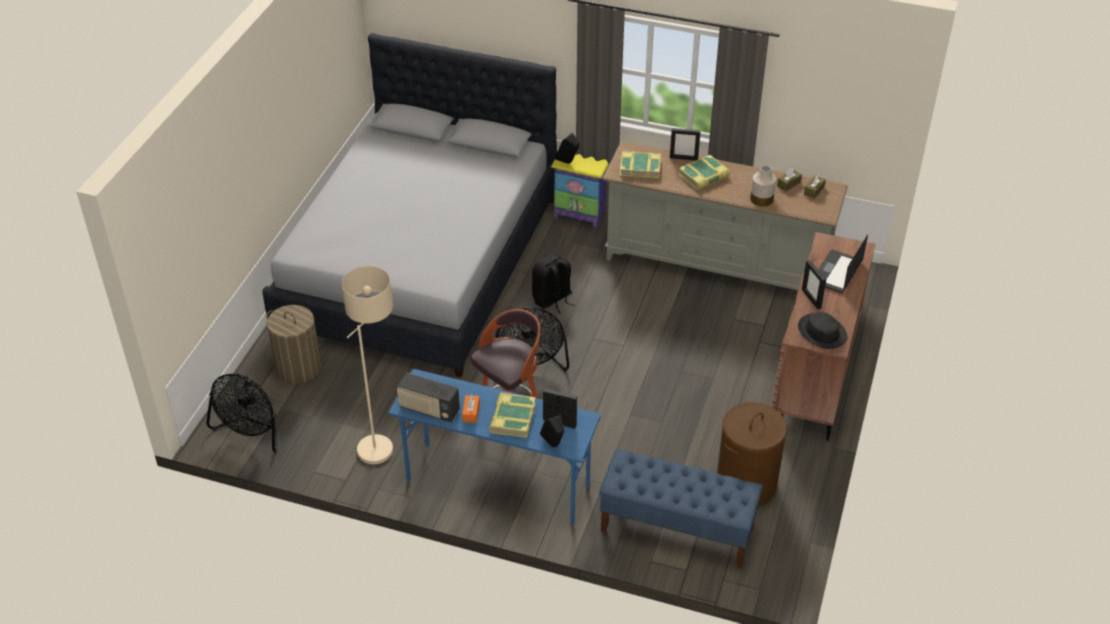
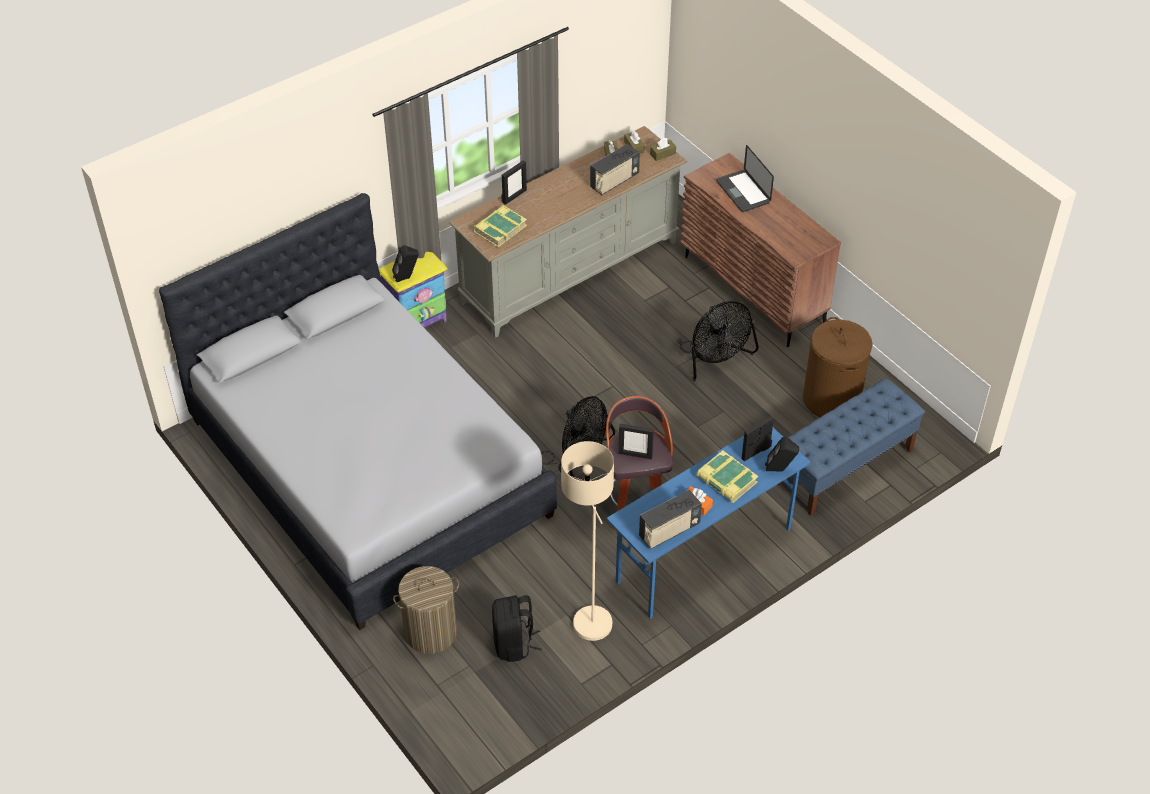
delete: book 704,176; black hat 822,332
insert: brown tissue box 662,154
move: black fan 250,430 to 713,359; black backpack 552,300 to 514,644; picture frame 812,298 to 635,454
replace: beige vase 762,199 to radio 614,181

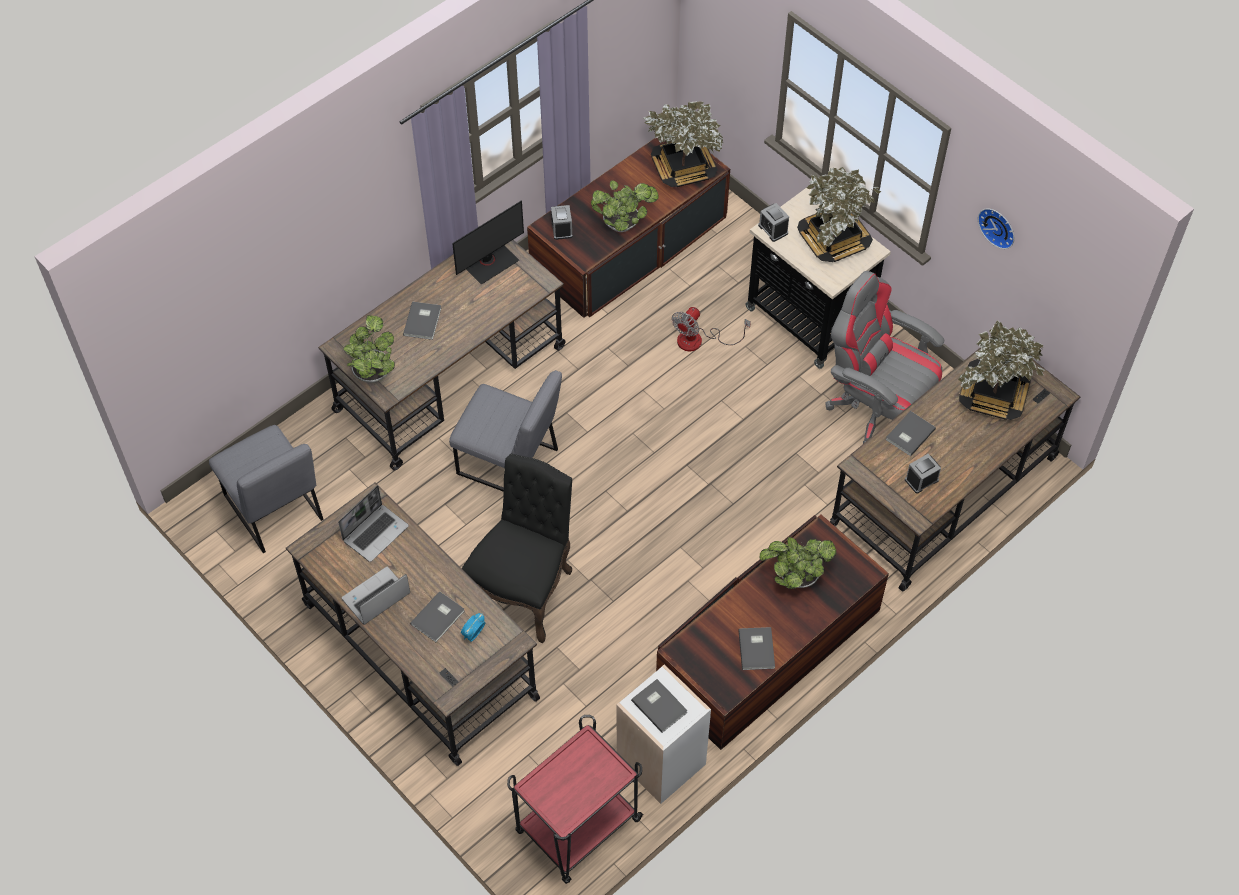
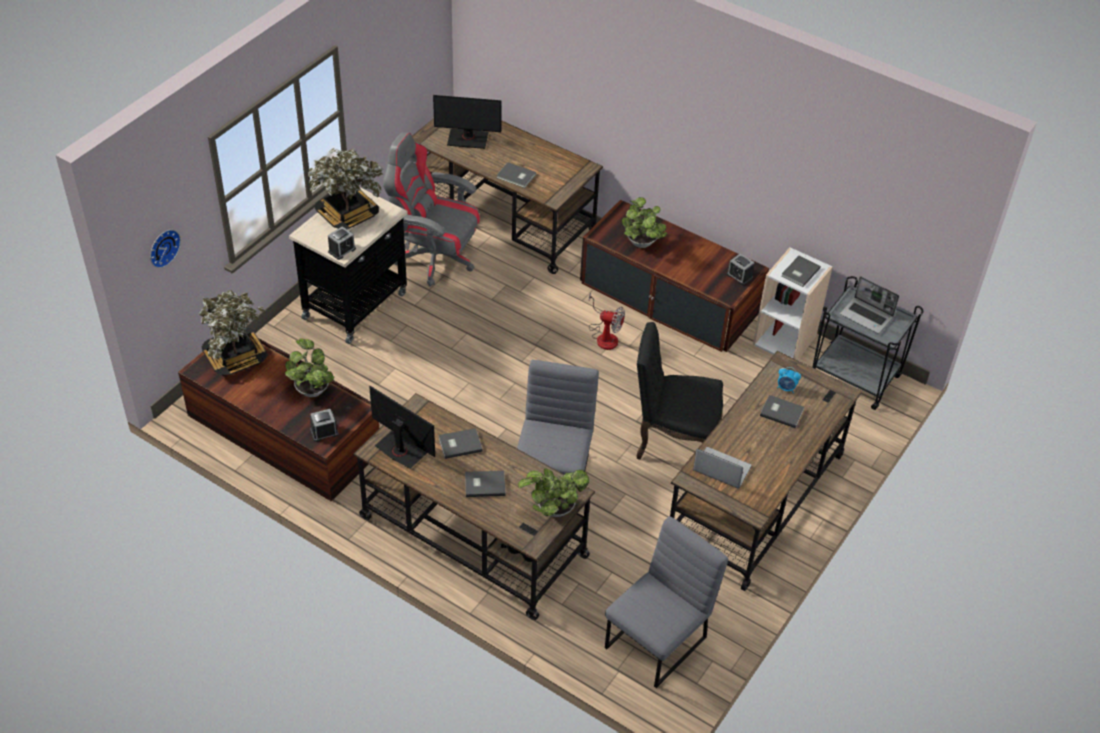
move: laptop 376,598 to 867,316; fan 699,340 to 604,336; grey book 757,648 to 459,444; alarm clock 921,480 to 739,276; wall clock 998,226 to 162,247
replace: potted plant 993,396 to monitor 468,139
recolor: red cart 577,827 to grey cart 855,378
rotate: grey office chair 877,408 = 435,258 90 degrees clockwise

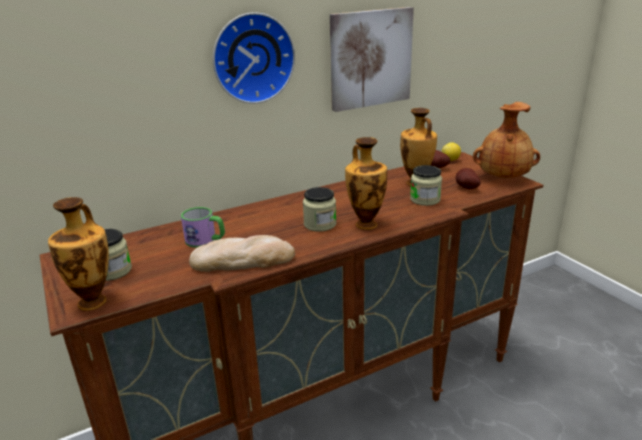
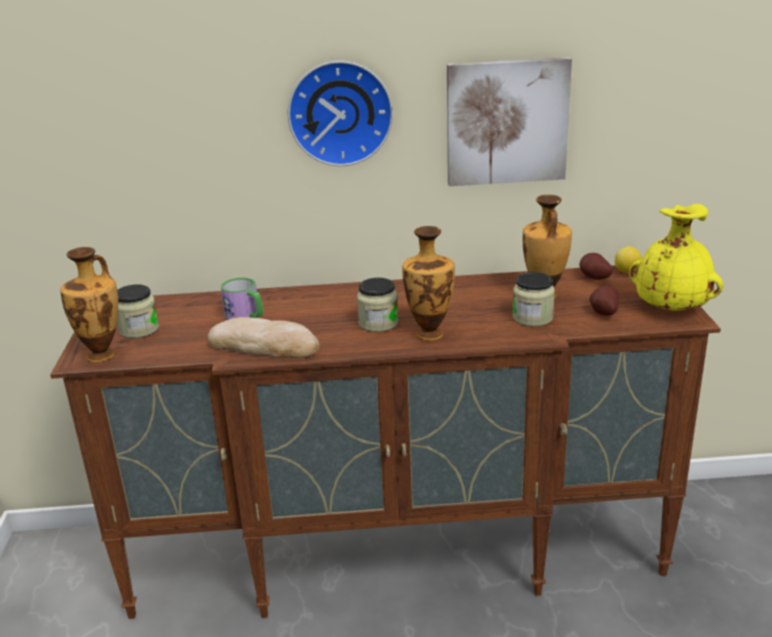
recolor: brown vase 502,177 to yellow vase 671,308

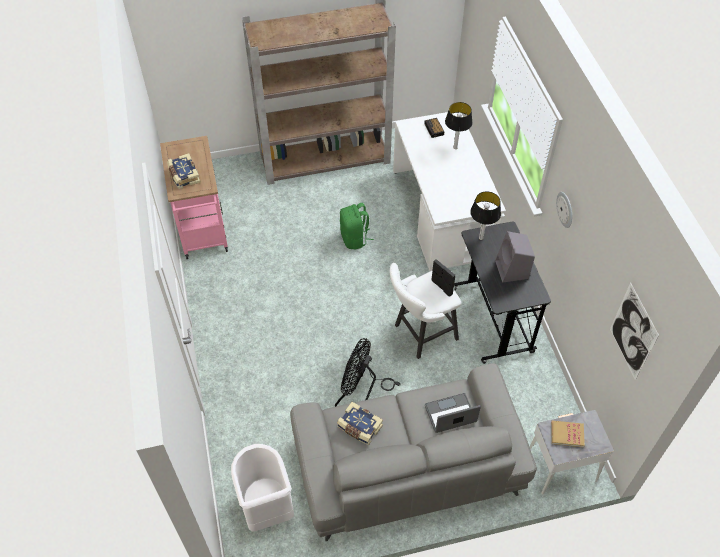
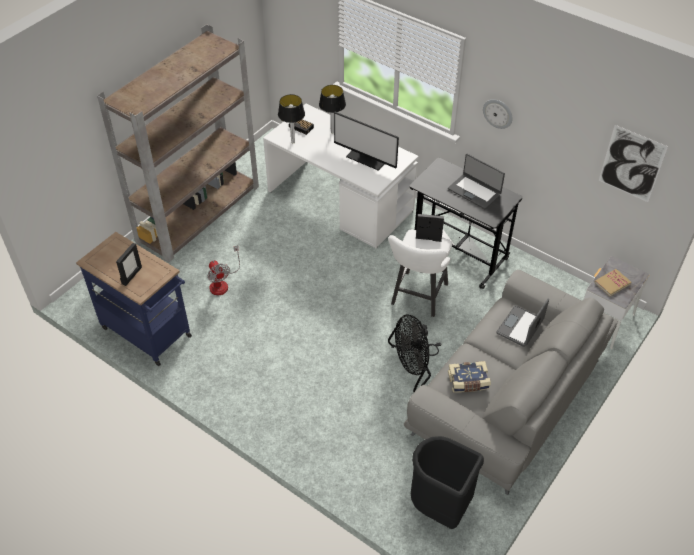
delete: green backpack 354,239
insert: fan 222,283; monitor 367,158
move: table lamp 481,238 to 293,142
replace: book 183,176 to picture frame 132,275; grey speaker 512,270 to laptop 474,191
recolor: pink cart 203,230 to blue cart 148,334; white trash can 266,508 to black trash can 440,507

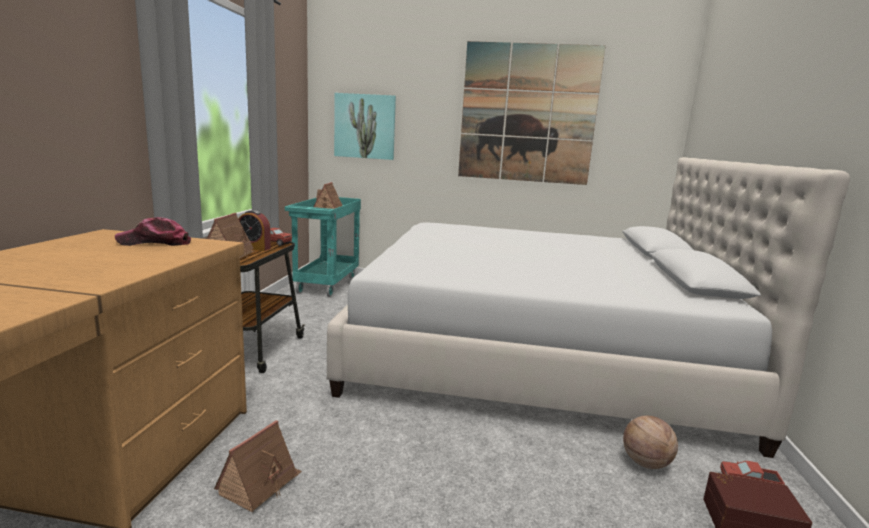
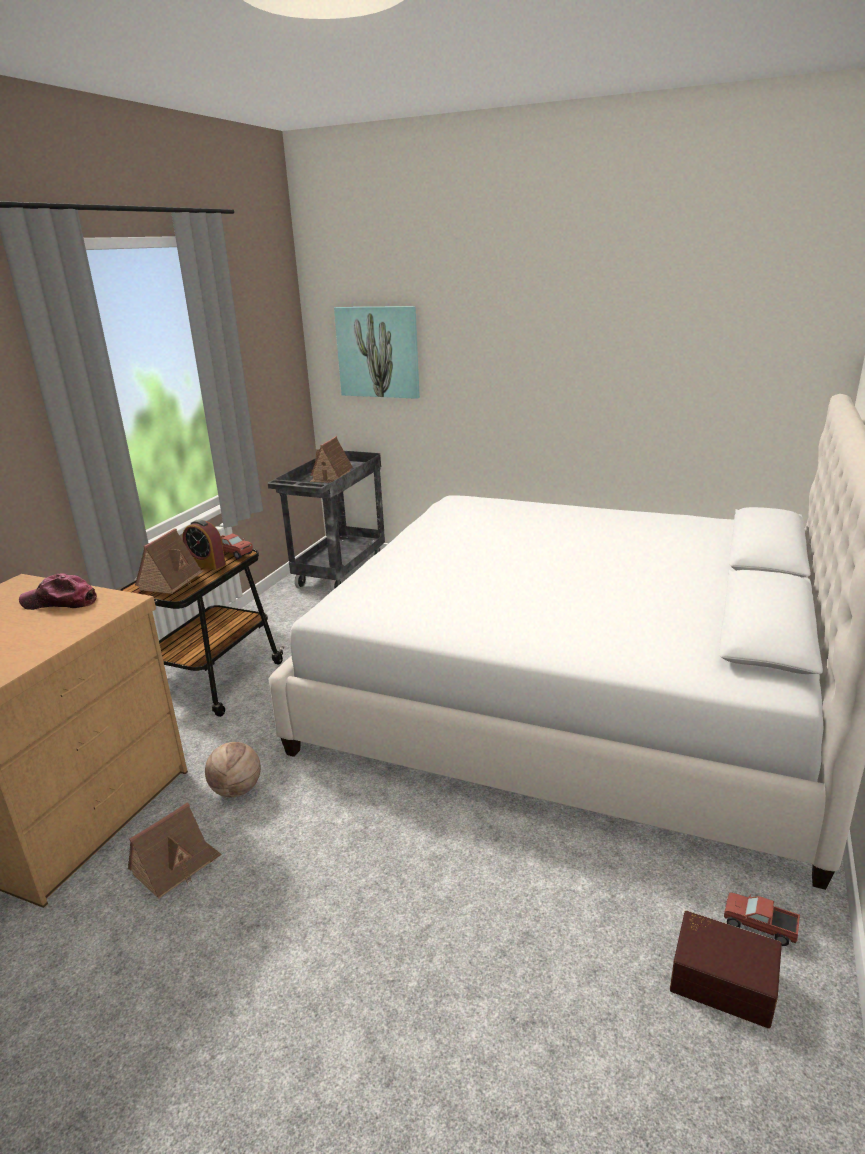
delete: picture 527,114
move: basketball 645,463 to 237,790
recolor: turquoise cart 326,286 to grey cart 338,574

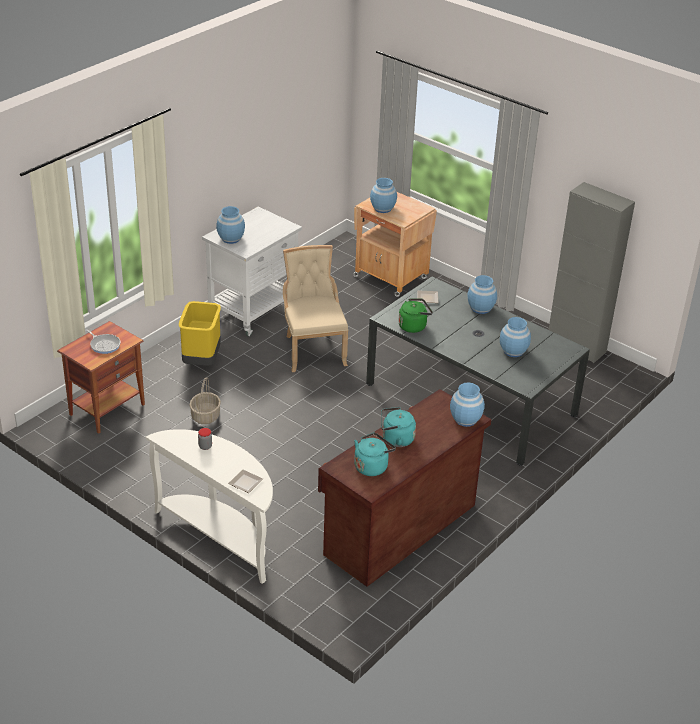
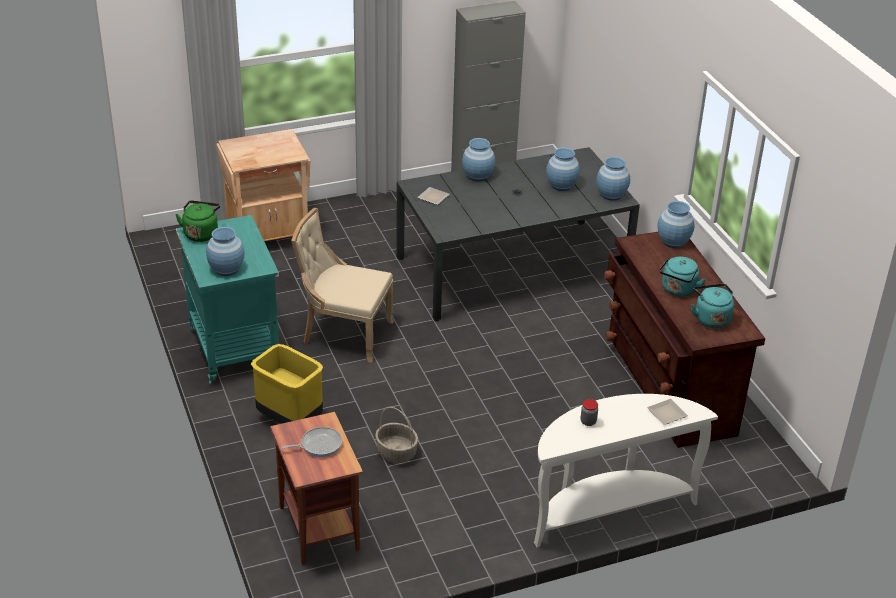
move: blue vase 382,208 to 611,194; green kettle 414,326 to 201,233
recolor: white cart 254,312 to turquoise cart 234,349

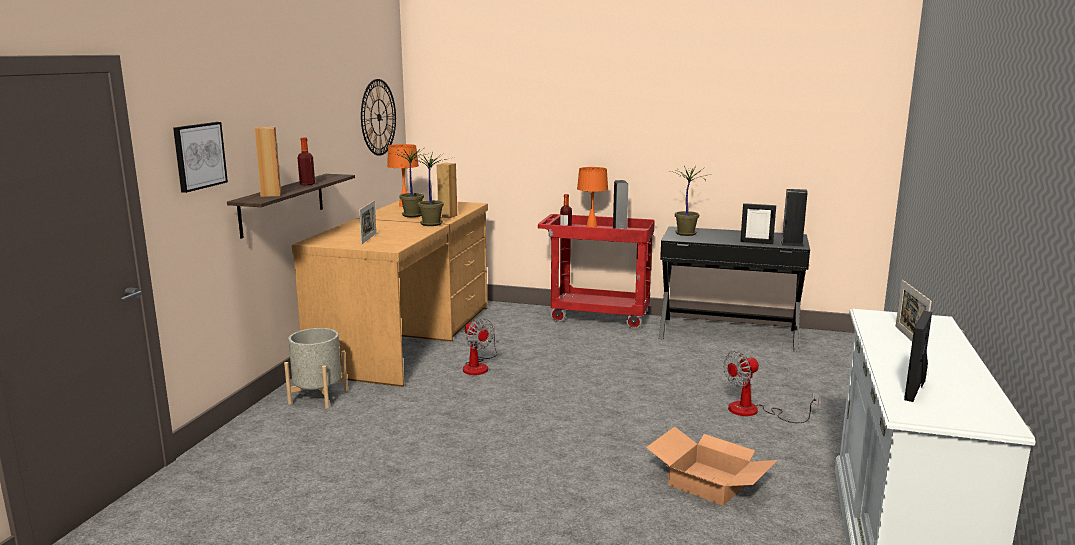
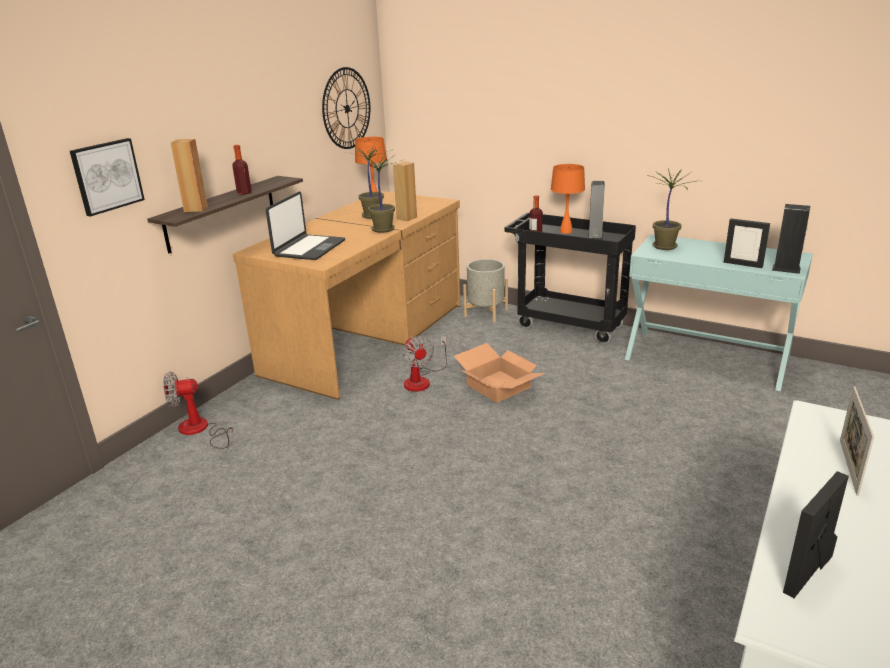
move: grey planter 318,397 to 486,313; cardboard box 710,482 to 499,386; fan 754,412 to 200,430
replace: picture frame 369,238 to laptop 309,248
recolor: red cart 595,319 to black cart 565,327; black desk 728,333 to turquoise desk 706,358

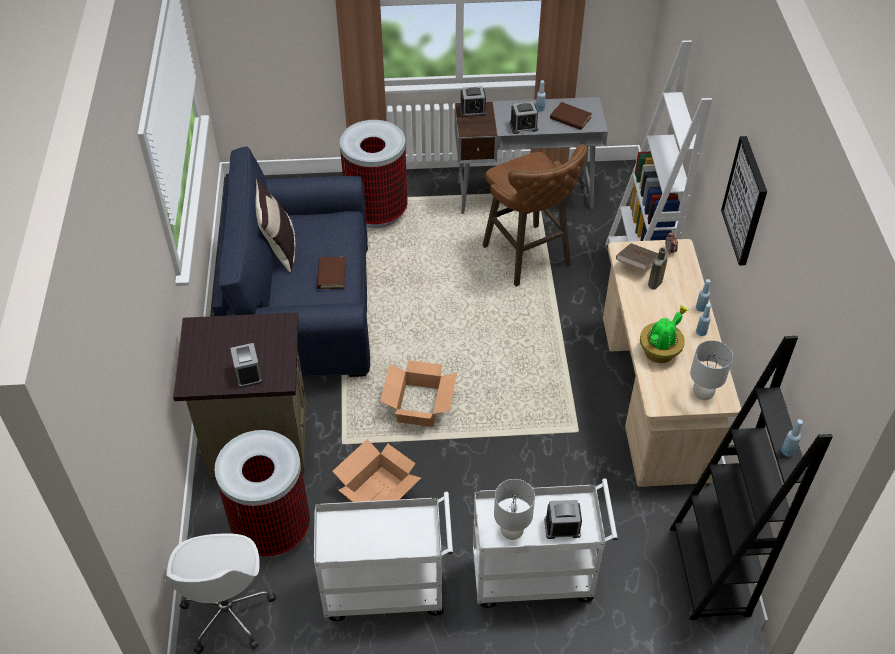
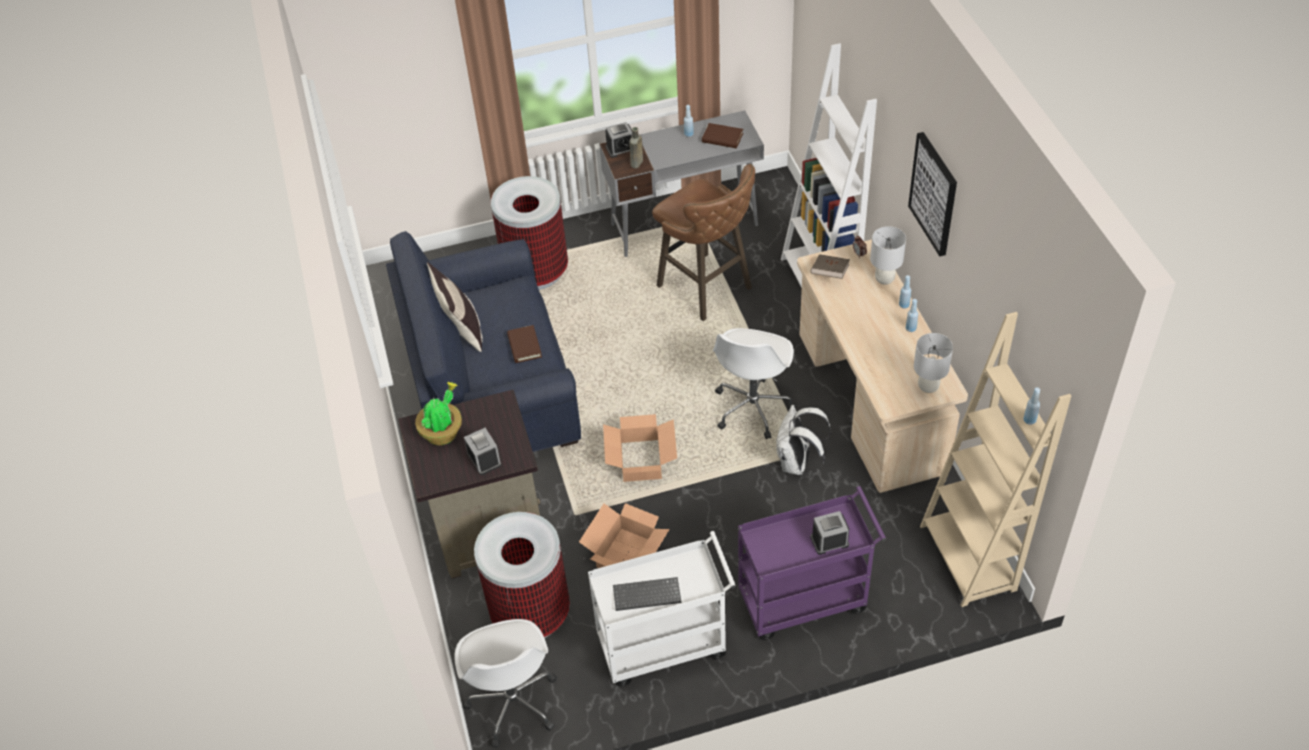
delete: alarm clock 523,126
insert: keyboard 646,596; white office chair 752,410; white backpack 797,463
move: grey table lamp 512,532 to 885,280; potted plant 660,351 to 443,432; brown bottle 654,284 to 636,164
recolor: white cart 535,581 to purple cart 806,604; black bookcase 709,571 to beige bookcase 968,557

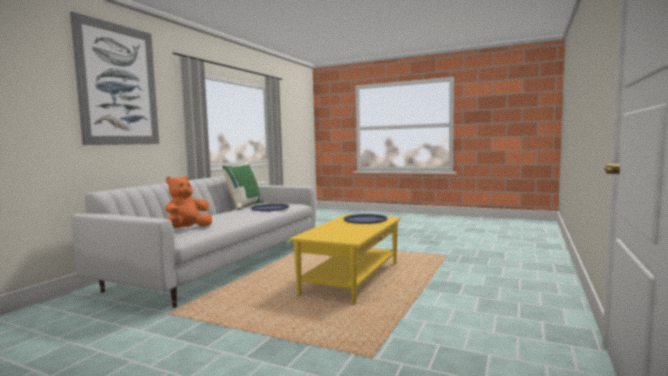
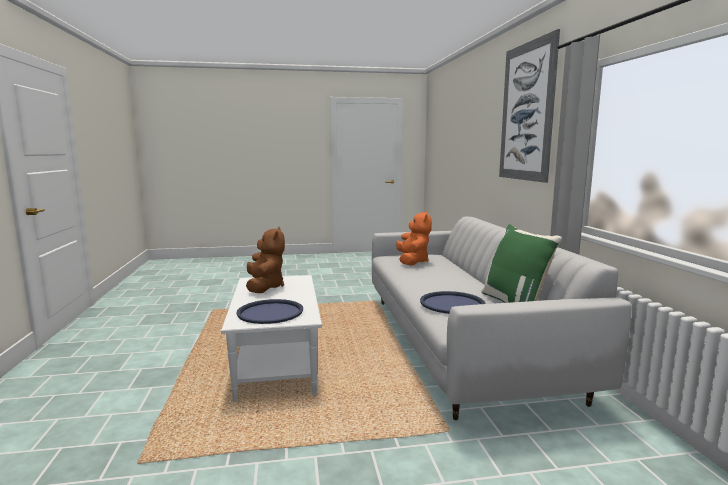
insert: brown plush toy 265,287
recolor: yellow coffee table 352,278 to white coffee table 277,360

